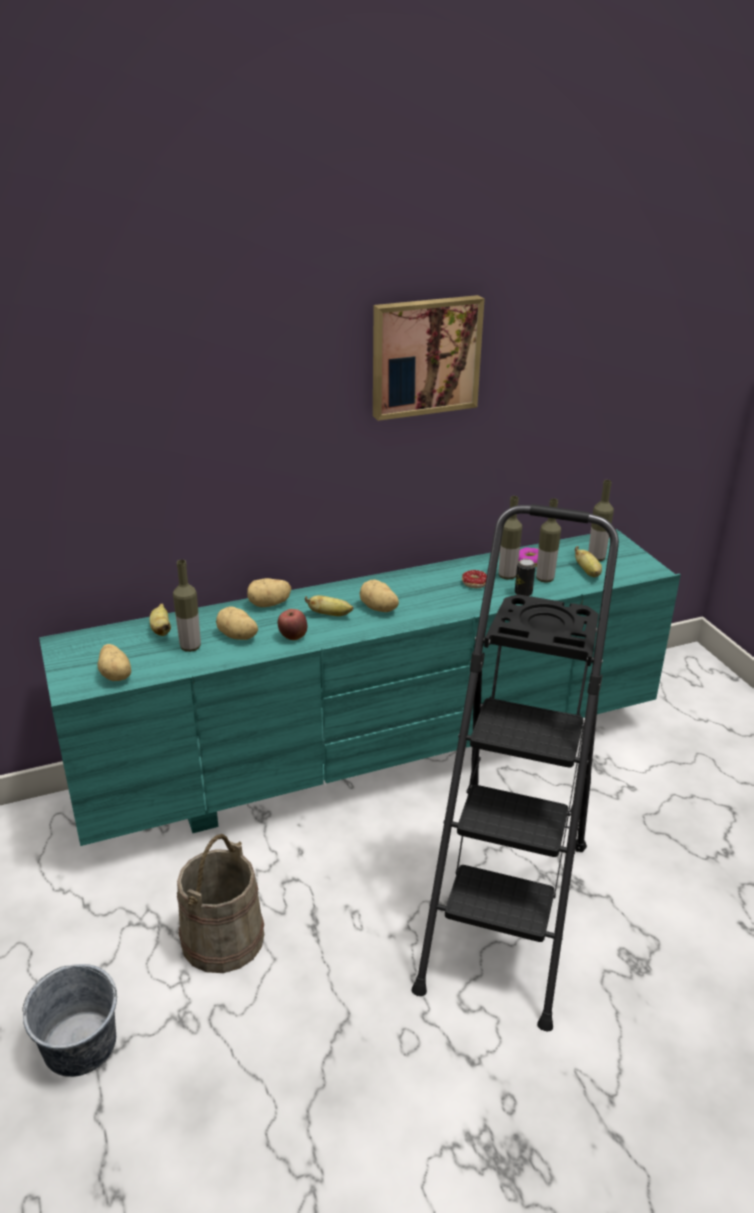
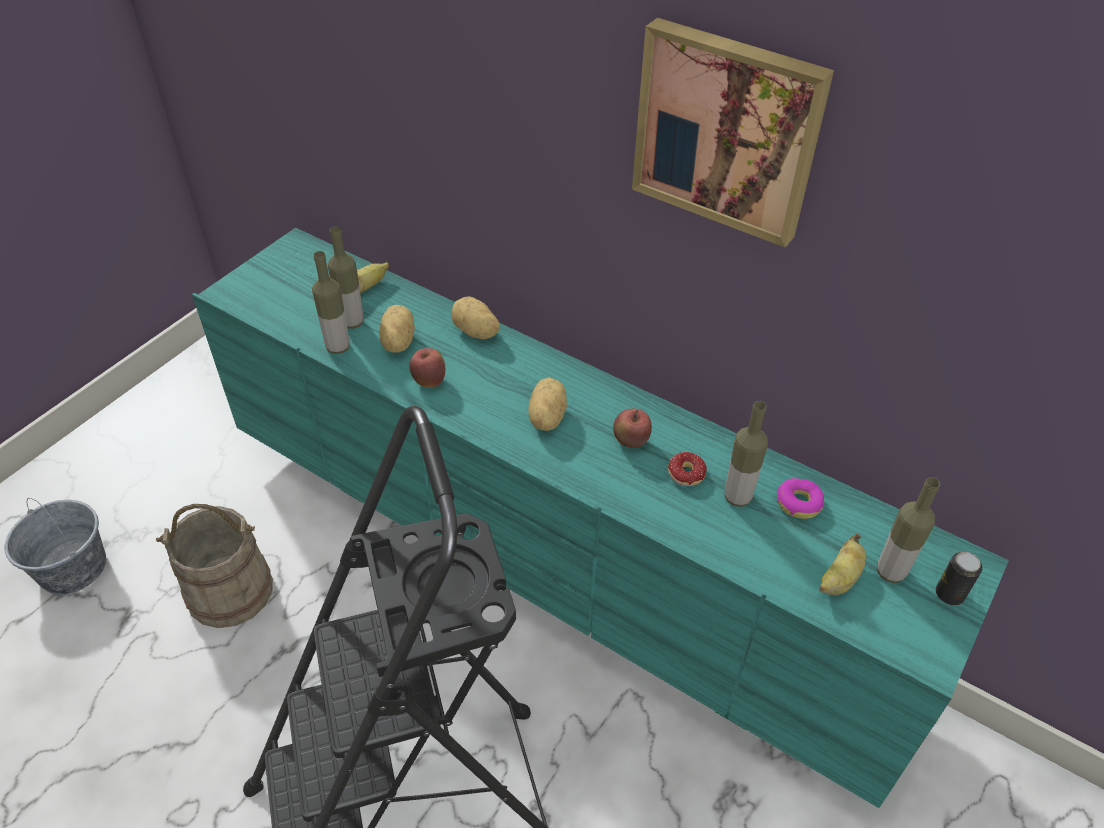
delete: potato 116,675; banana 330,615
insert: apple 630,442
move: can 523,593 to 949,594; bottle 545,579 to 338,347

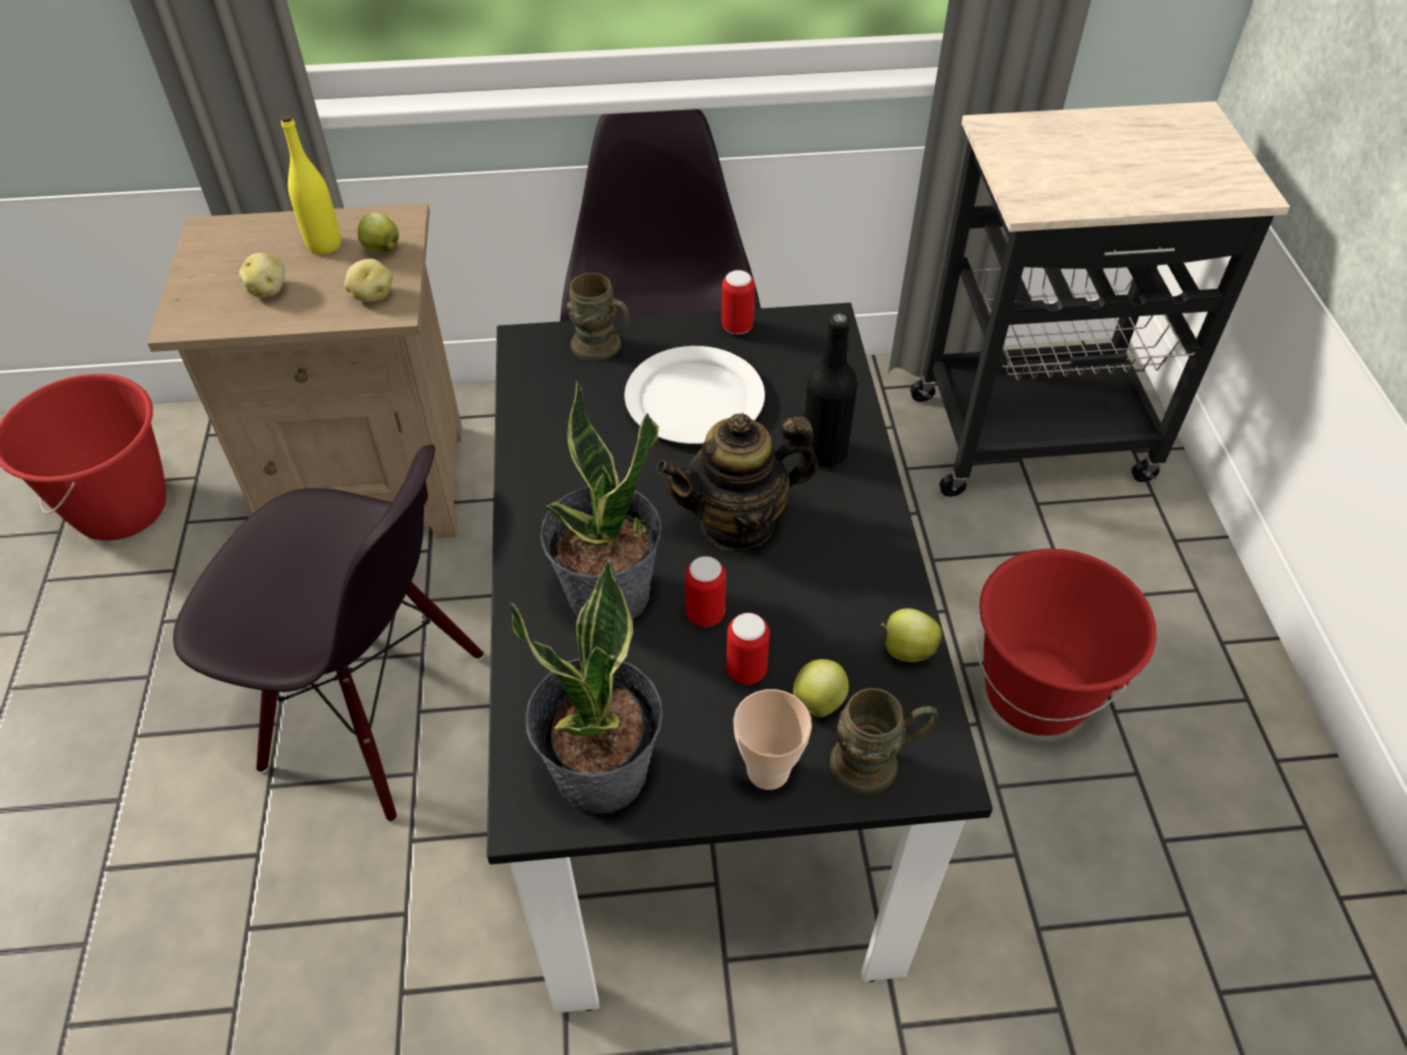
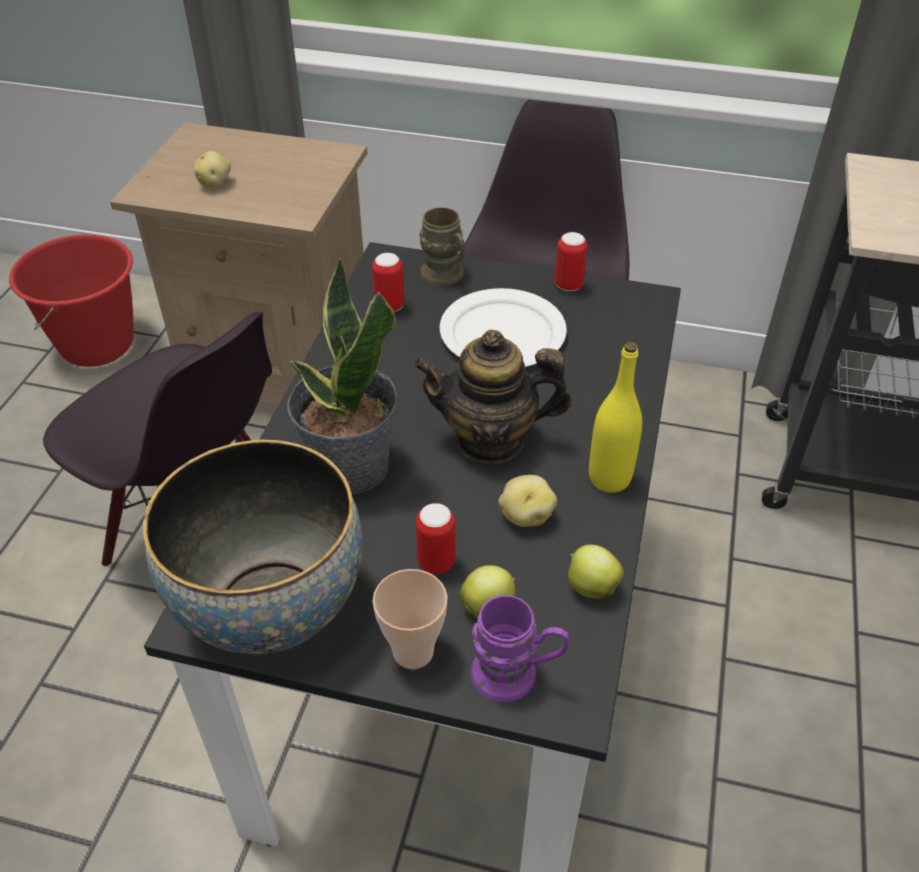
delete: apple 381,248; black bottle 824,451; red bucket 1036,693
move: yellow bottle 324,244 to 609,478; potato 371,295 to 525,515; can 705,614 to 390,306
replace: potted plant 603,773 to bowl 271,609
recolor: brown mug 877,761 to purple mug 516,675

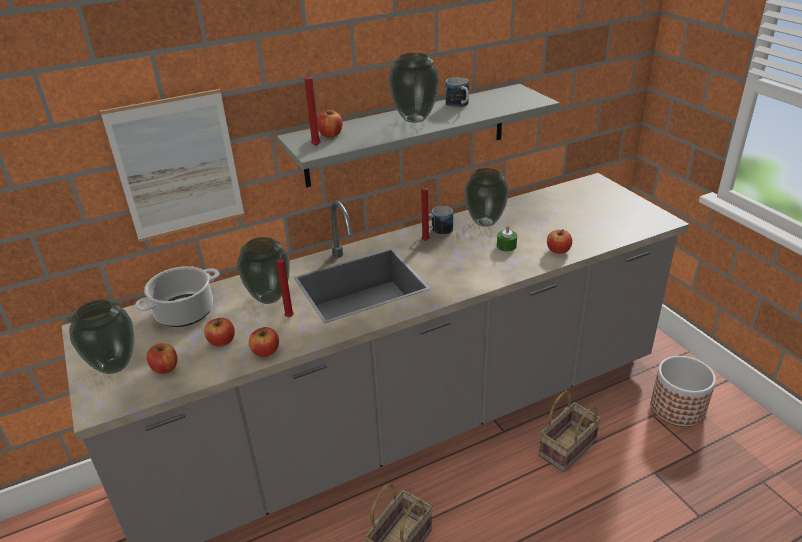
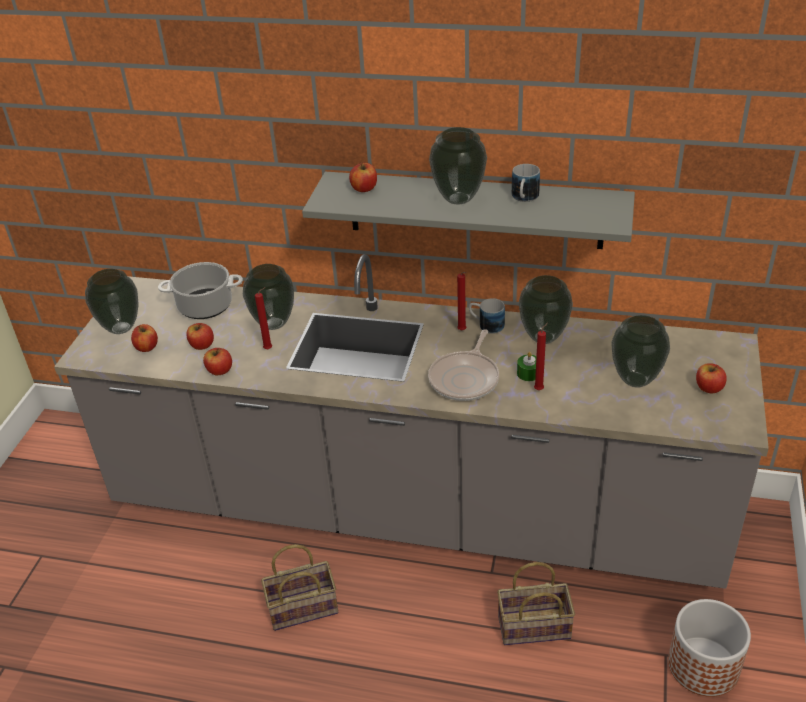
delete: picture 178,166
insert: frying pan 465,378; vase 636,380
move: red candle 316,145 to 540,389; apple 558,250 to 708,388

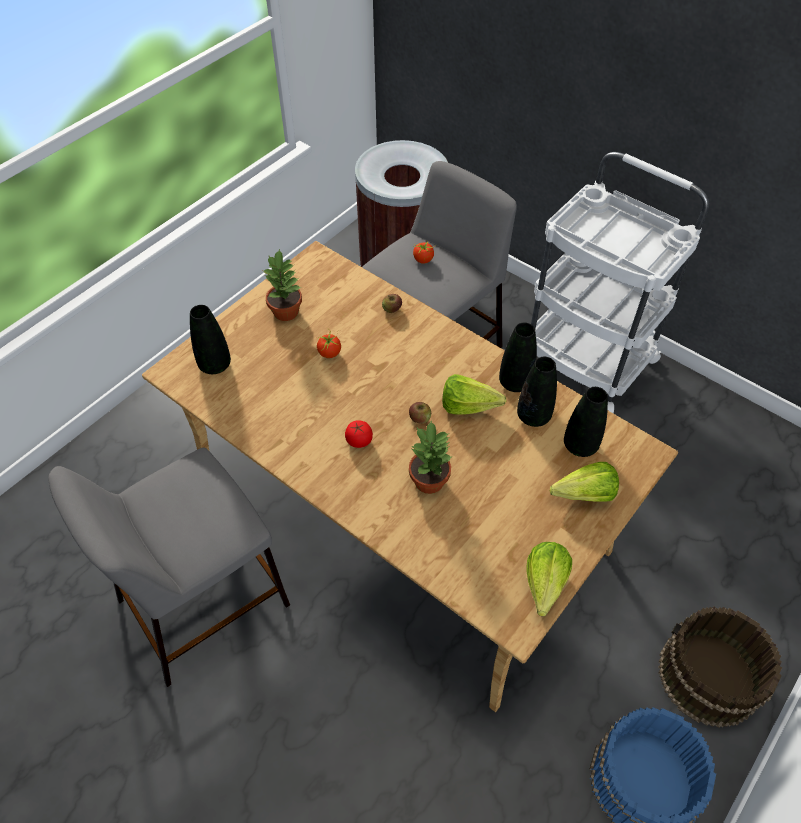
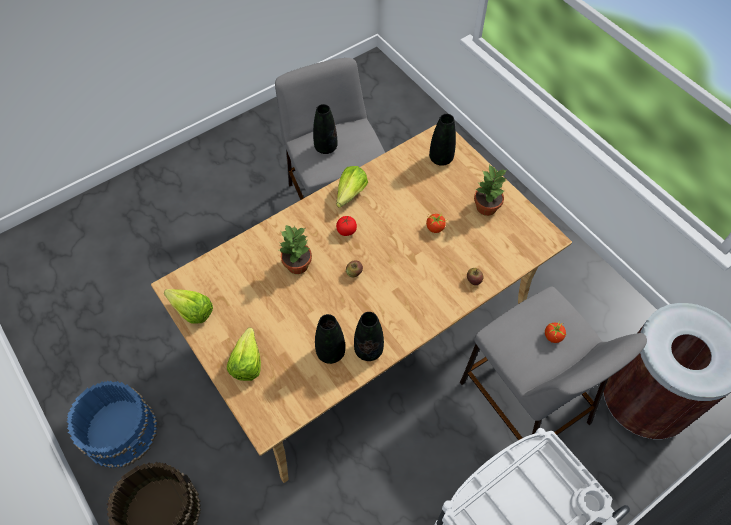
move: lettuce 473,408 to 348,197; black vase 580,445 to 326,147

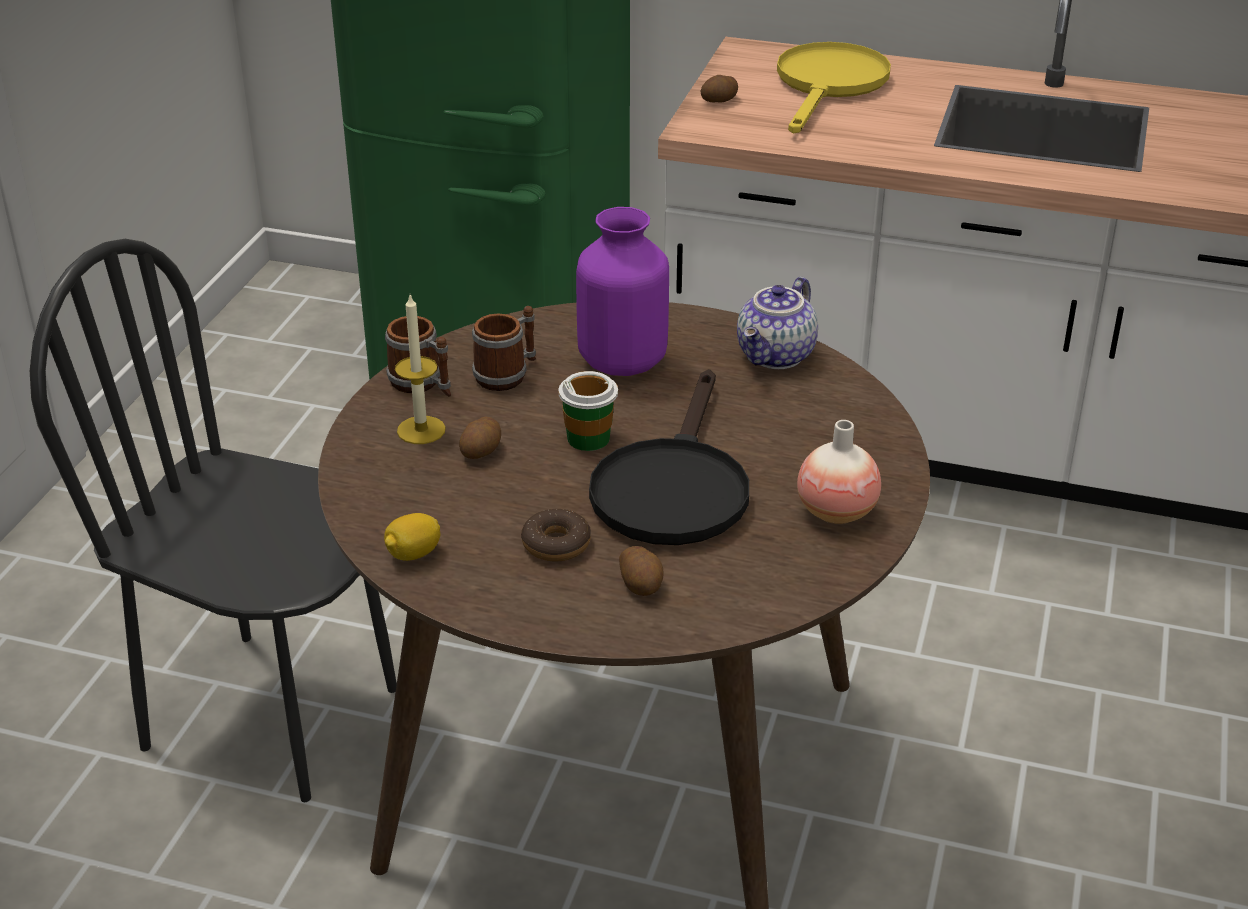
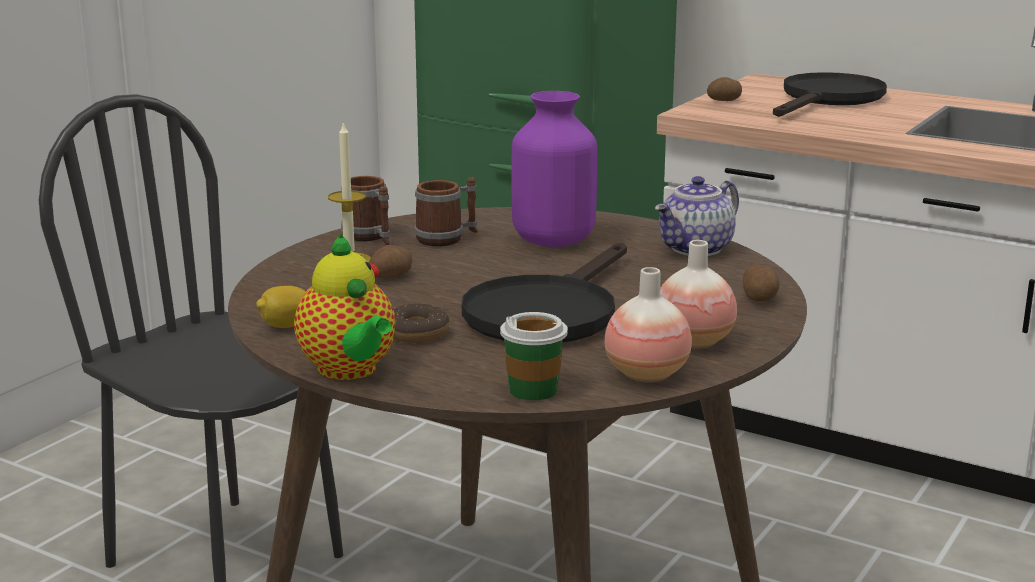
insert: teapot 350,371; vase 646,374
move: cup 589,438 to 533,390; potato 642,584 to 760,298
recolor: yellow frying pan 829,85 to black frying pan 828,99

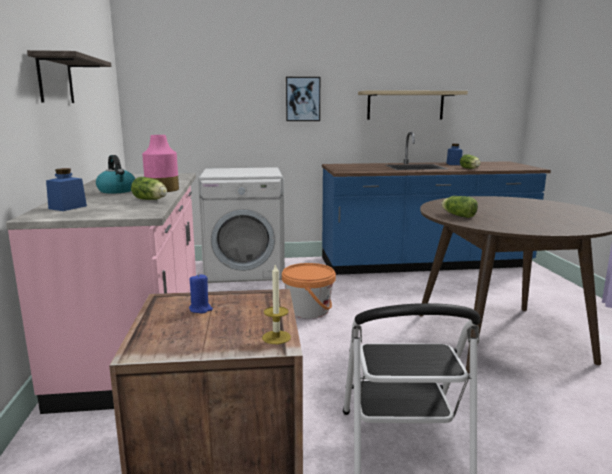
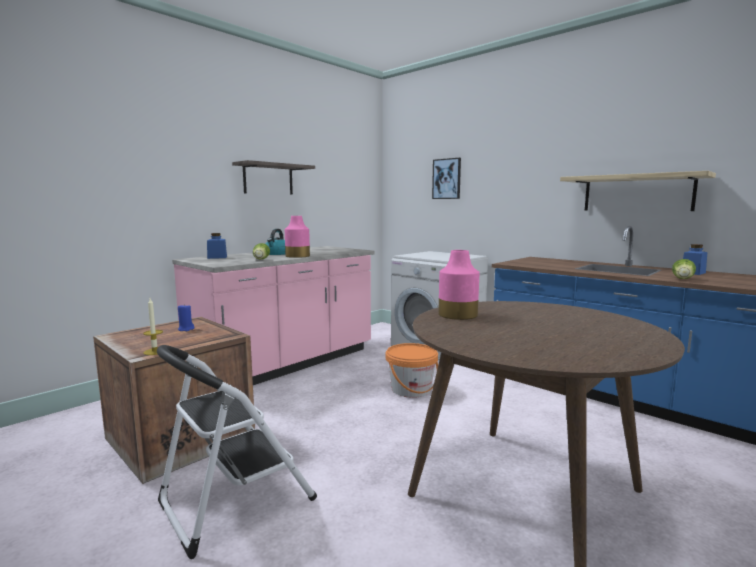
move: picture 302,99 to 447,179
replace: lettuce 457,215 to pink vase 457,314

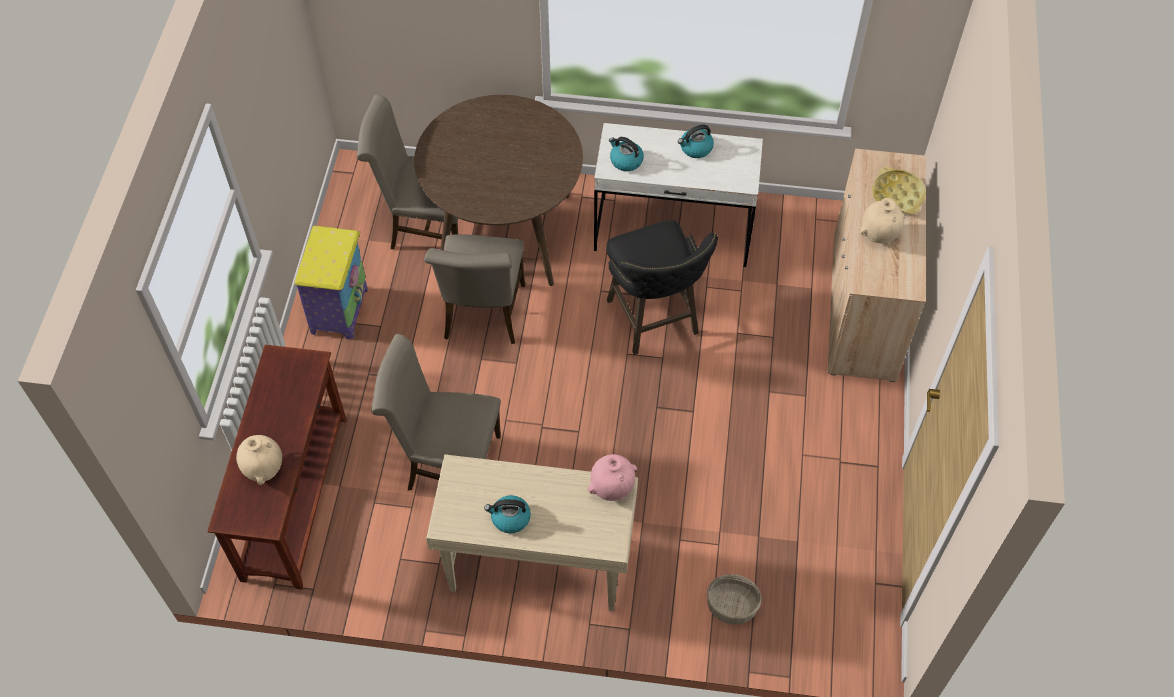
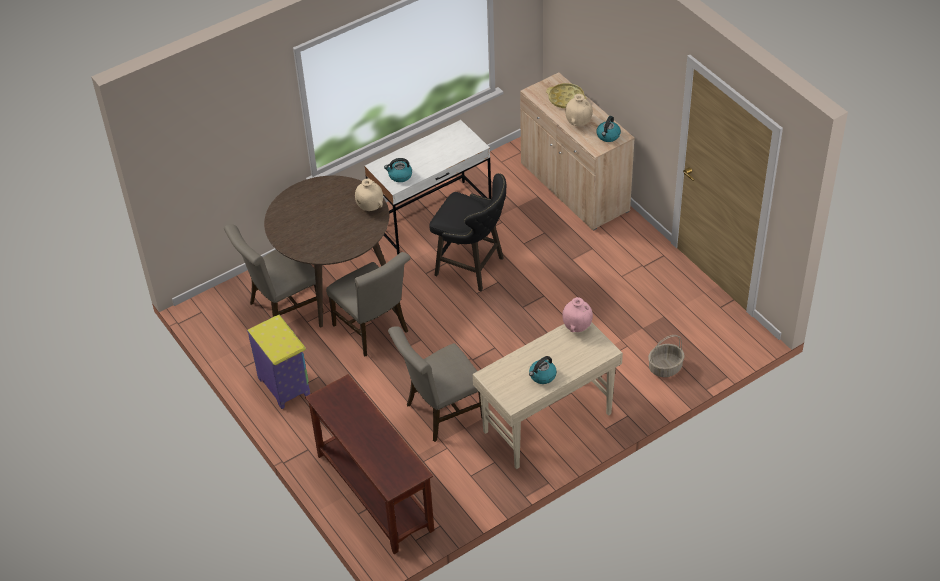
move: beige vase 264,469 to 370,207; kettle 695,148 to 608,136

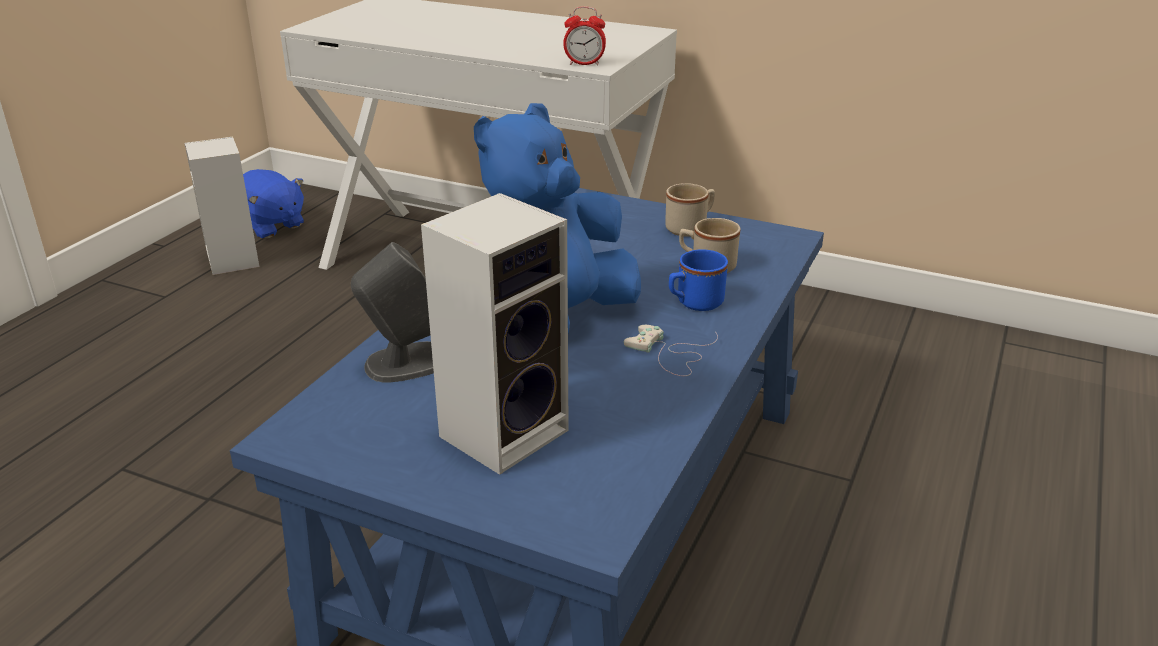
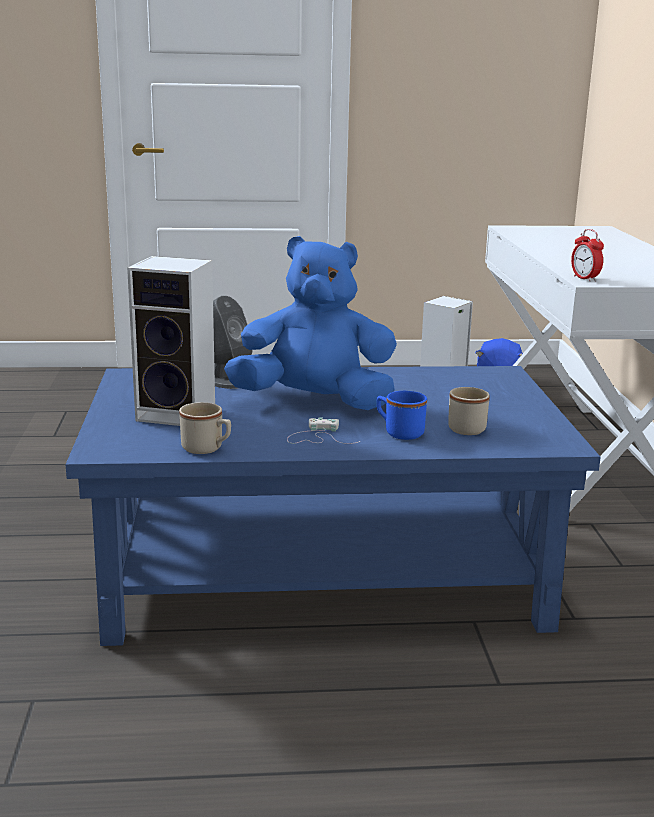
move: beige mug 690,228 to 207,449

